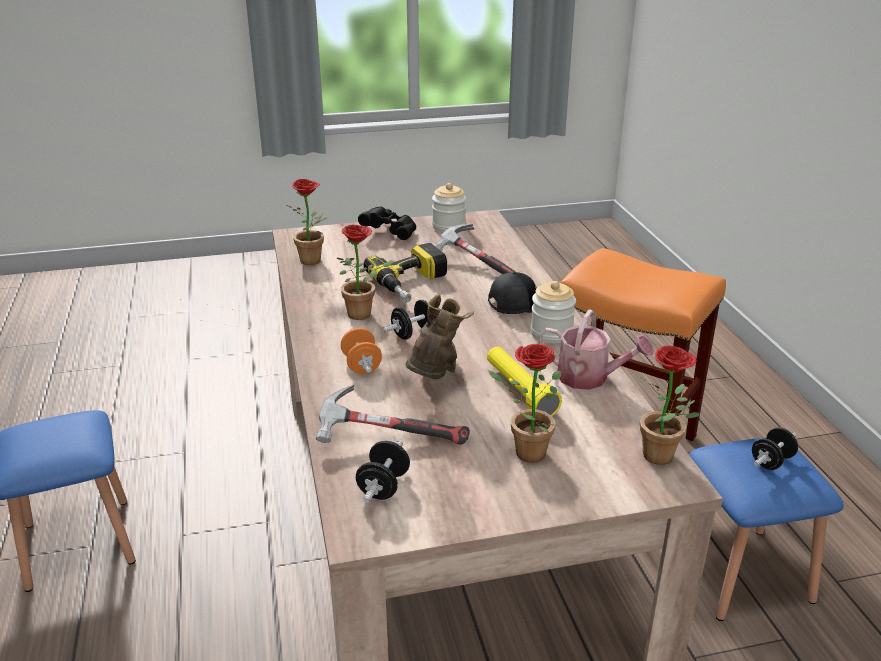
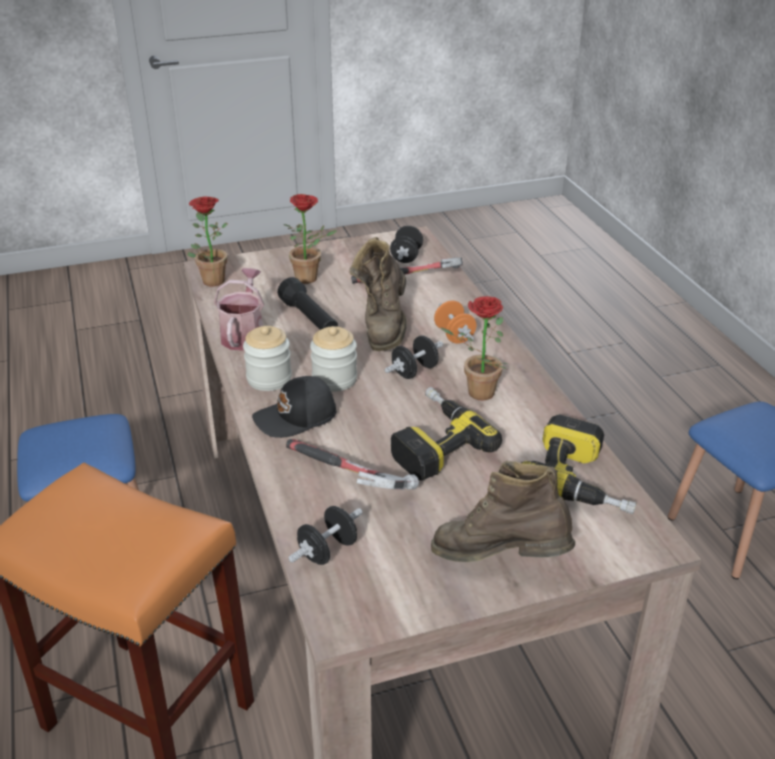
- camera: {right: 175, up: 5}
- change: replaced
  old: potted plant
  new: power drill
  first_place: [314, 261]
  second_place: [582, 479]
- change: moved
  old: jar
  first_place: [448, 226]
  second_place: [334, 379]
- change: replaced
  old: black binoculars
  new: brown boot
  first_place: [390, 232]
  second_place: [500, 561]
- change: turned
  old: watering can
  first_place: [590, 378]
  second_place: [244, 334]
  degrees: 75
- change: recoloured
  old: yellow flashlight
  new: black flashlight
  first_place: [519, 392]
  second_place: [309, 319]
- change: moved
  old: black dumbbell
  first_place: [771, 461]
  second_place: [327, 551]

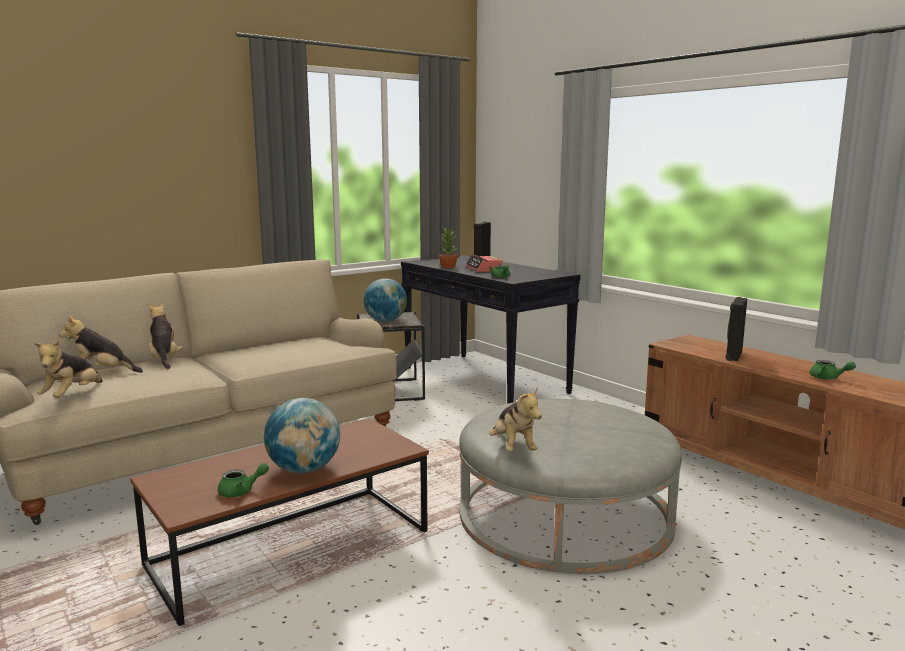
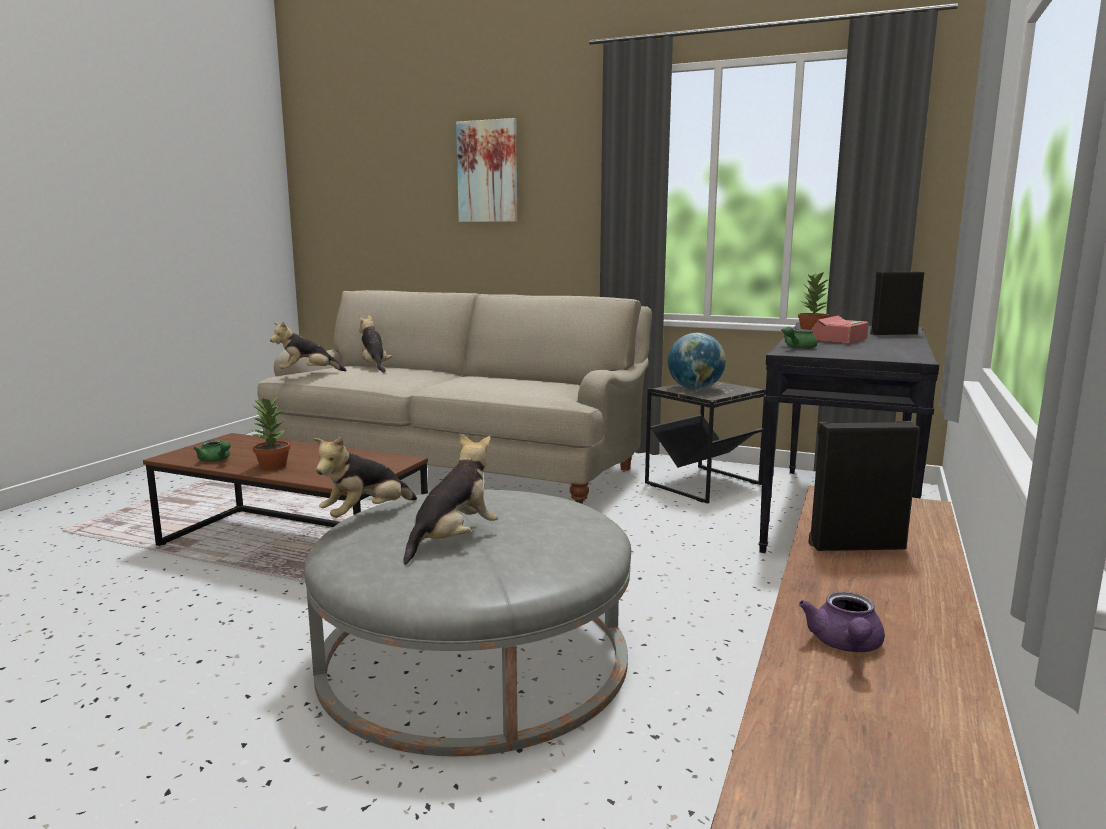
- camera: {right: 60, up: 0}
- change: moved
  old: plush toy
  first_place: [164, 359]
  second_place: [453, 540]
- change: recoloured
  old: green teapot
  new: purple teapot
  first_place: [828, 378]
  second_place: [845, 645]
- change: replaced
  old: globe
  new: potted plant
  first_place: [304, 470]
  second_place: [272, 466]
- change: added
  new: picture
  second_place: [488, 171]

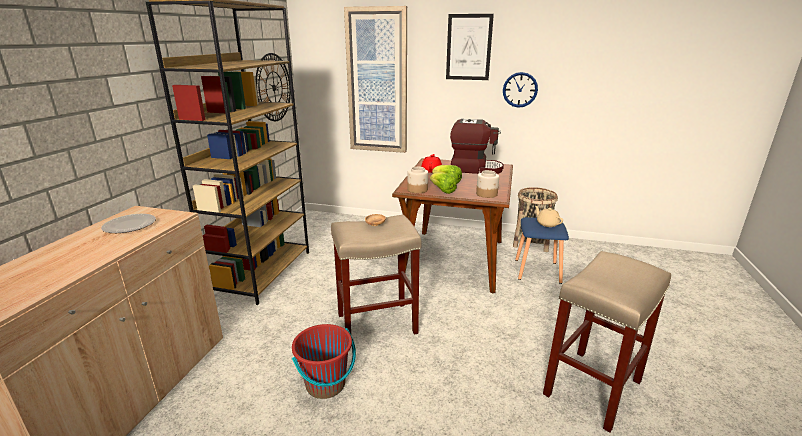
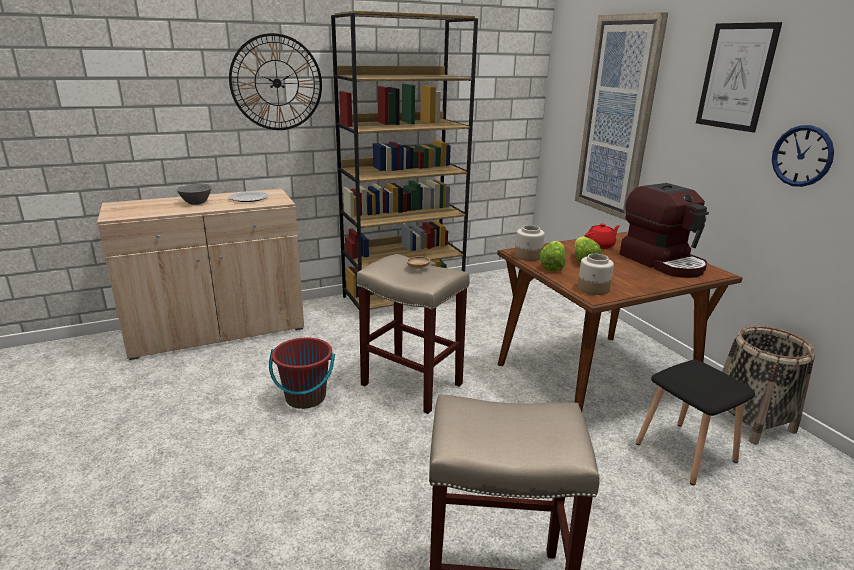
- camera: {right: 50, up: 0}
- change: moved
  old: wall clock
  first_place: [273, 87]
  second_place: [276, 83]
- change: removed
  old: beige teapot
  first_place: [547, 224]
- change: recoloured
  old: blue stool
  new: black stool
  first_place: [538, 271]
  second_place: [685, 453]
- change: added
  new: grey bowl
  second_place: [195, 202]

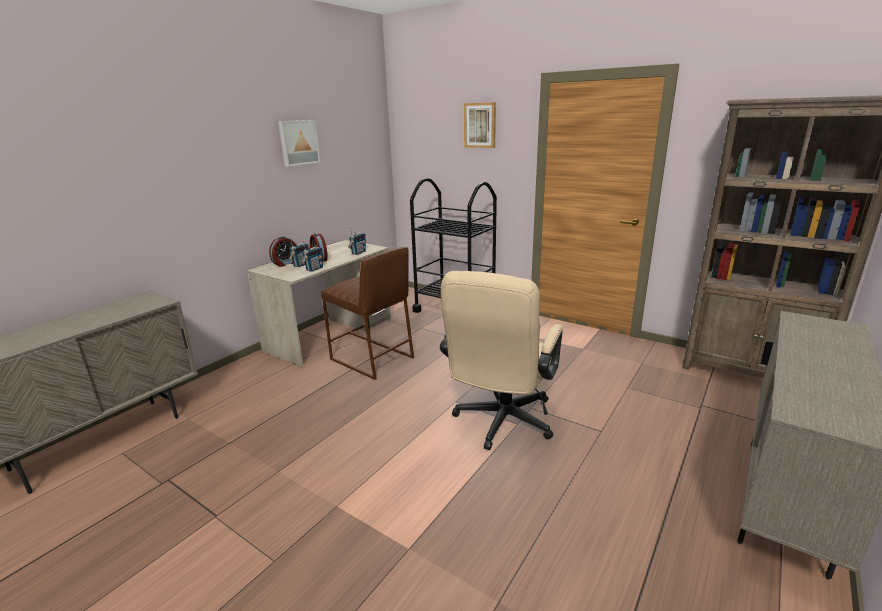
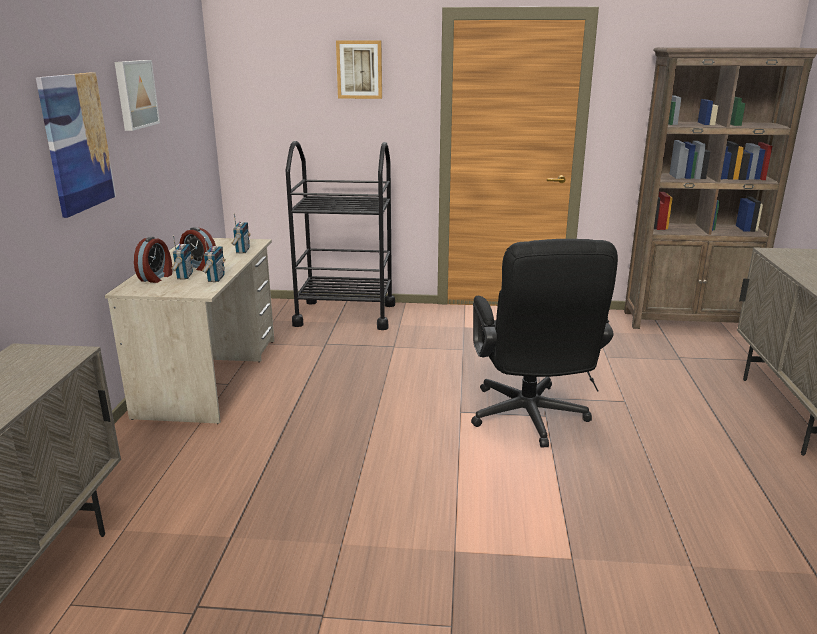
- camera: {right: -30, up: 0}
- change: removed
  old: brown stool
  first_place: [371, 359]
- change: recoloured
  old: beige office chair
  new: black office chair
  first_place: [501, 423]
  second_place: [530, 420]
- change: added
  new: picture
  second_place: [77, 142]

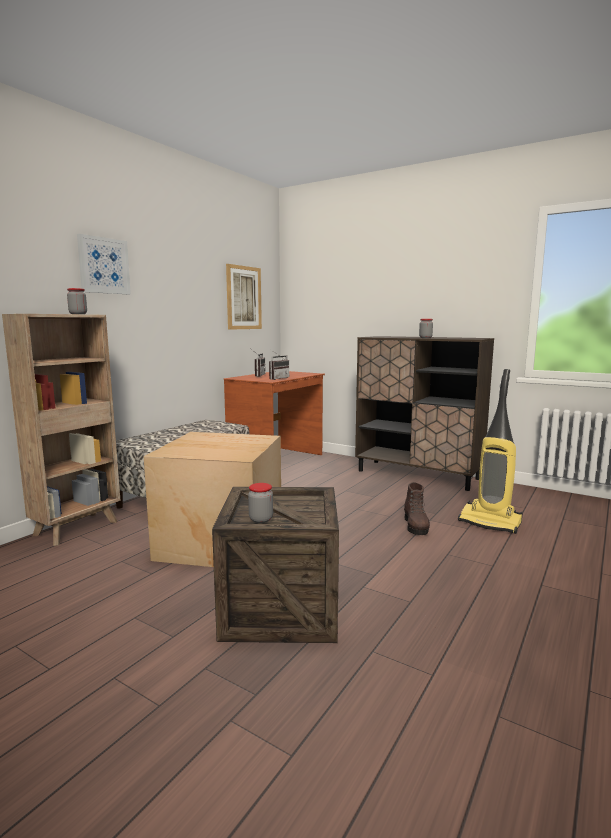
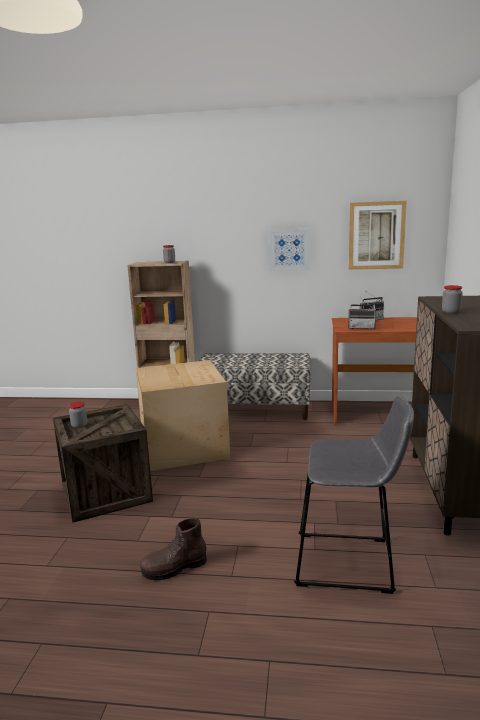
- camera: {right: 65, up: 5}
- change: moved
  old: picture
  first_place: [103, 265]
  second_place: [289, 249]
- change: replaced
  old: vacuum cleaner
  new: grey stool
  first_place: [490, 522]
  second_place: [350, 563]
- change: moved
  old: brown boot
  first_place: [416, 526]
  second_place: [174, 568]

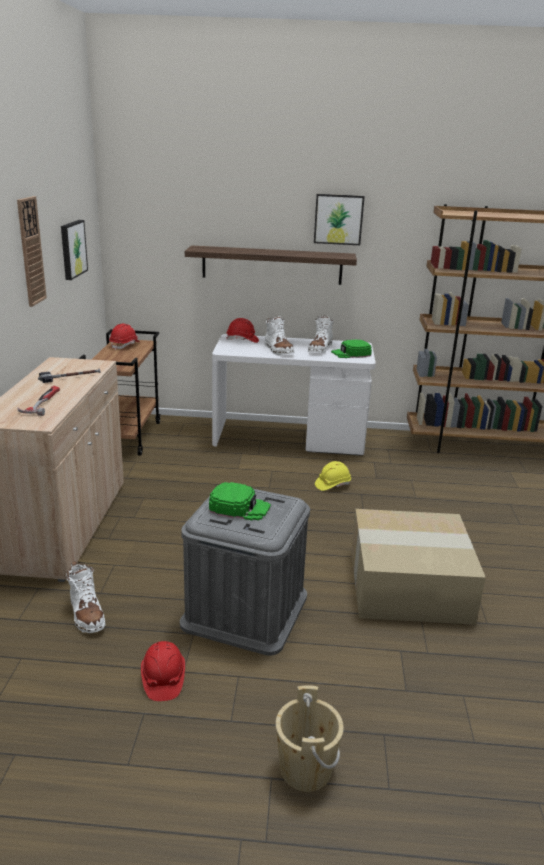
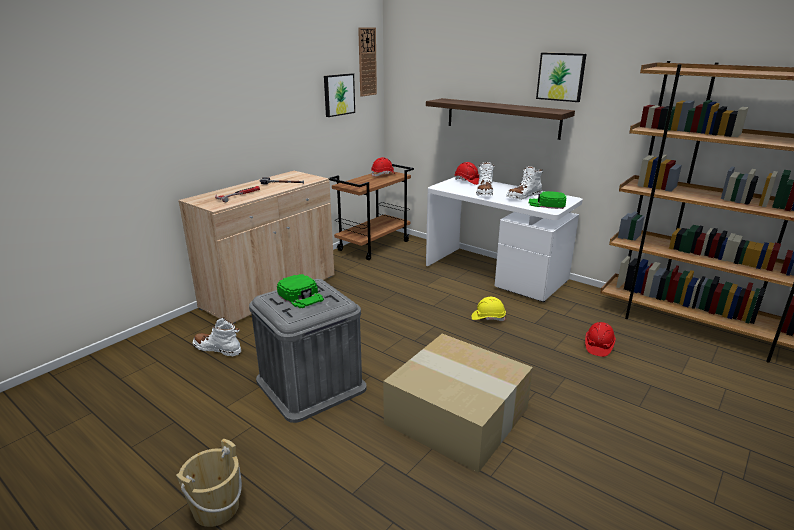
- camera: {right: 35, up: 0}
- change: moved
  old: wall clock
  first_place: [31, 251]
  second_place: [367, 62]
- change: turned
  old: white boot
  first_place: [86, 614]
  second_place: [218, 349]
  degrees: 105
- change: moved
  old: red hard hat
  first_place: [163, 679]
  second_place: [598, 346]

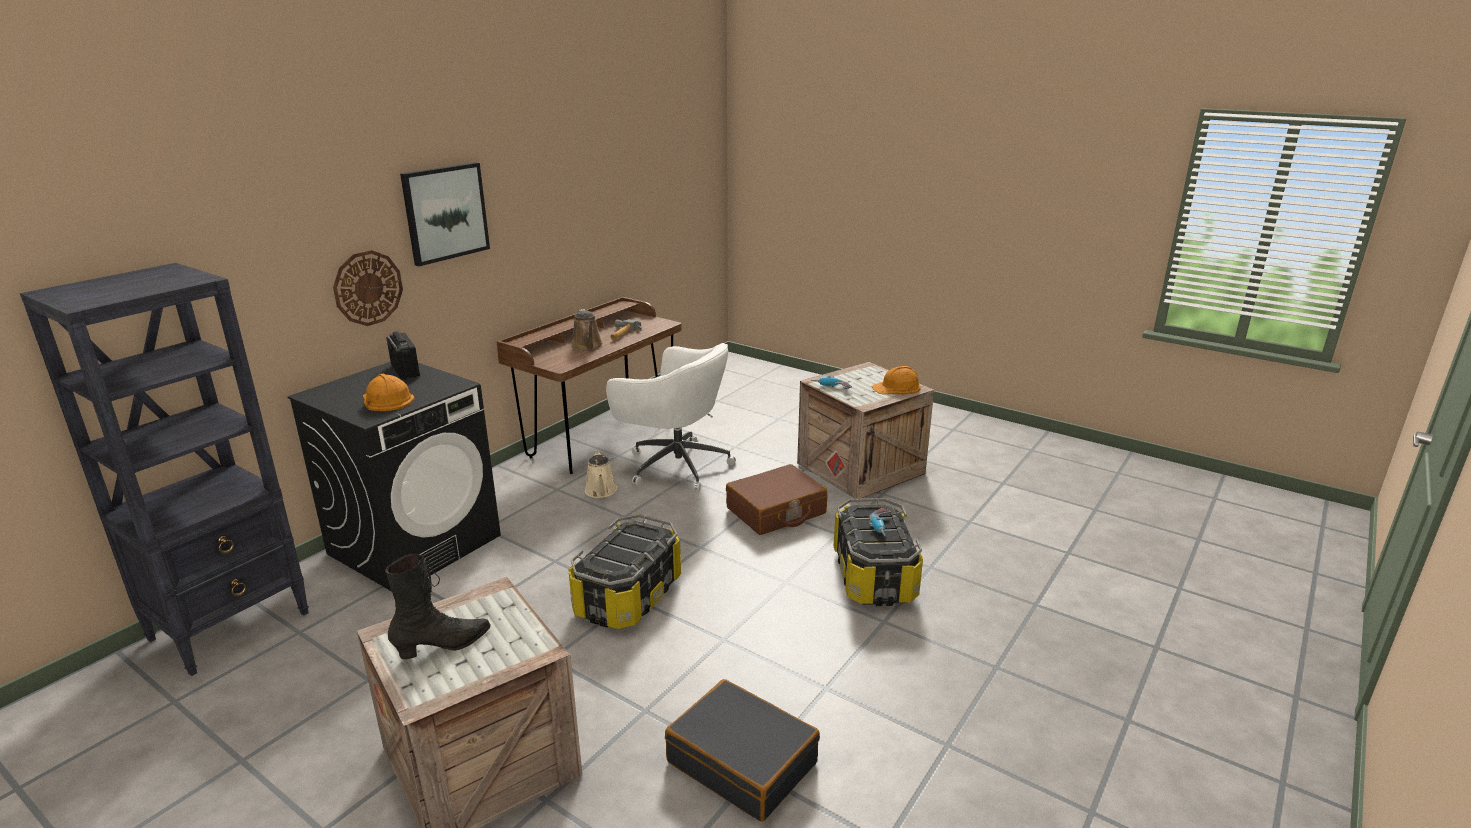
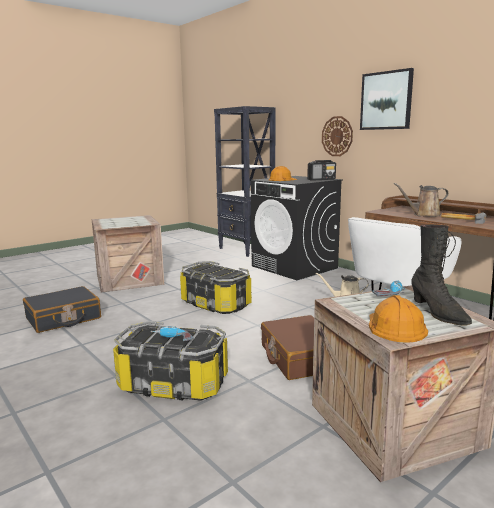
- camera: {right: 105, up: -10}
- change: moved
  old: black boot
  first_place: [443, 646]
  second_place: [438, 313]

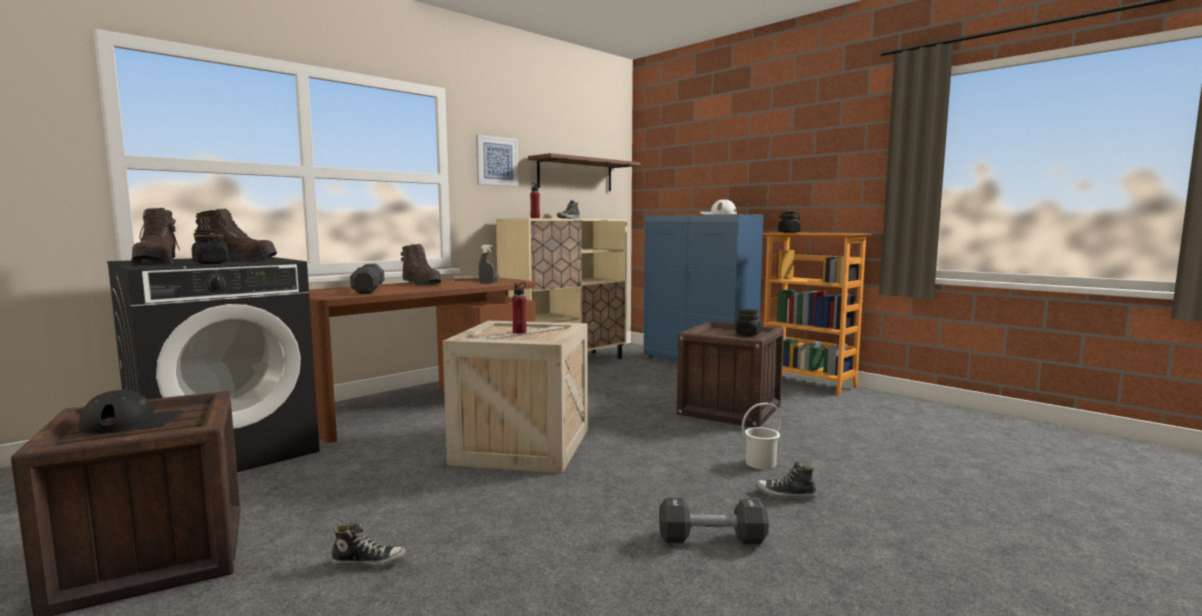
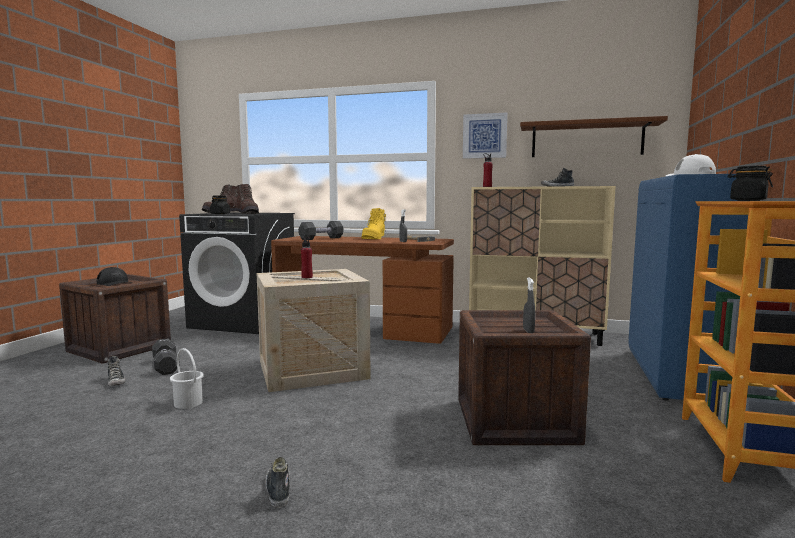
- camera: {right: 60, up: 0}
- change: recoloured
  old: brown boot
  new: yellow boot
  first_place: [422, 283]
  second_place: [374, 238]
- change: replaced
  old: black jar
  new: grey spray bottle
  first_place: [748, 334]
  second_place: [528, 331]
- change: moved
  old: white bucket
  first_place: [761, 463]
  second_place: [188, 403]
- change: moved
  old: black dumbbell
  first_place: [712, 539]
  second_place: [166, 366]

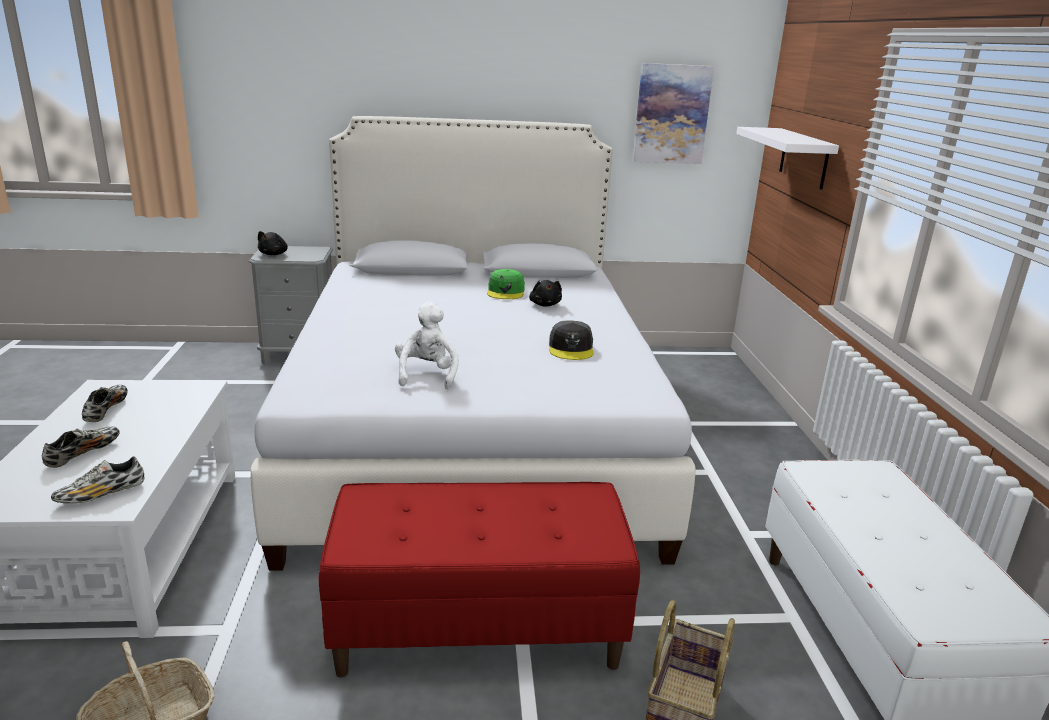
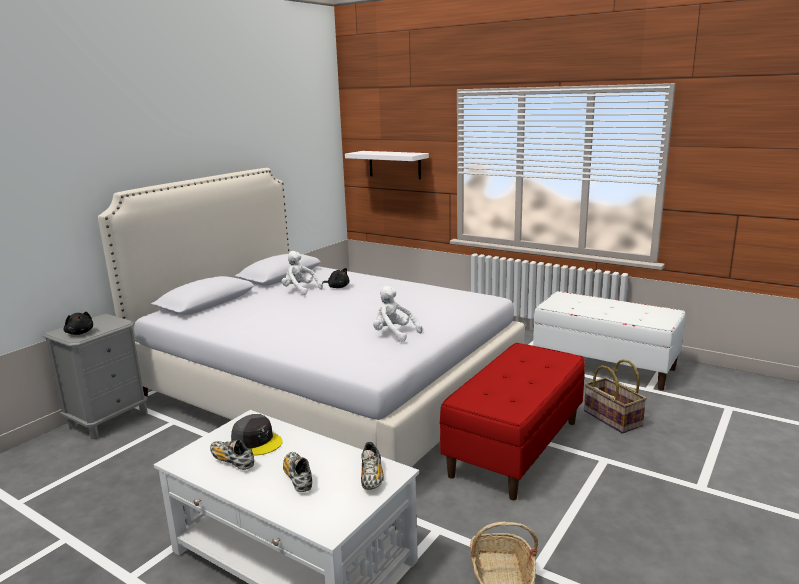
- camera: {right: -50, up: -5}
- change: removed
  old: picture
  first_place: [671, 114]
- change: replaced
  old: green cap
  new: white plush toy
  first_place: [506, 292]
  second_place: [300, 290]
- change: moved
  old: grey cap
  first_place: [571, 348]
  second_place: [257, 441]

